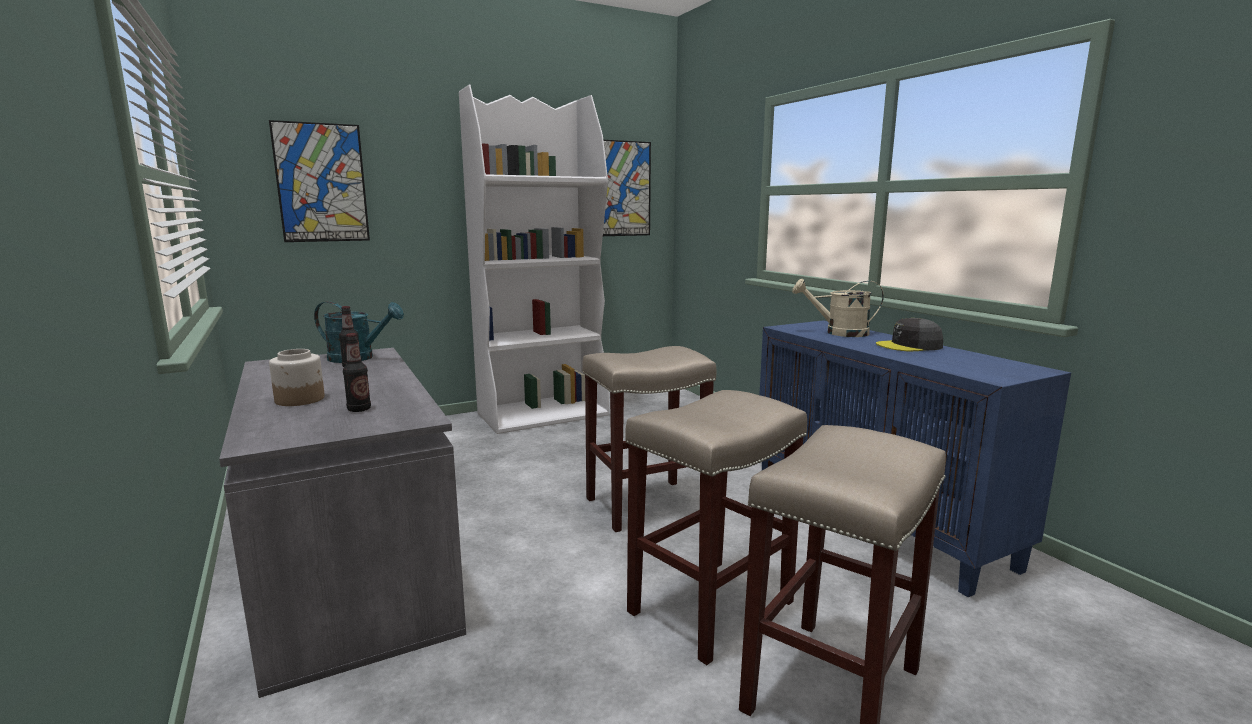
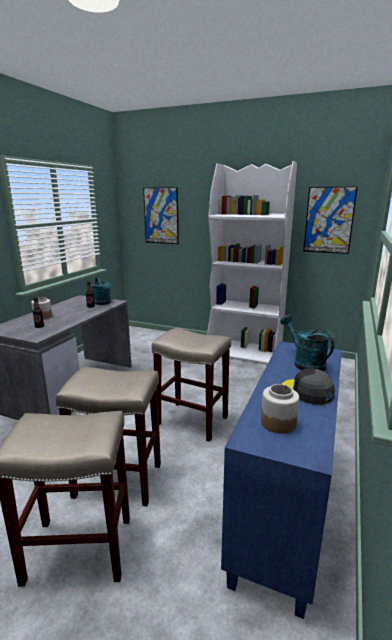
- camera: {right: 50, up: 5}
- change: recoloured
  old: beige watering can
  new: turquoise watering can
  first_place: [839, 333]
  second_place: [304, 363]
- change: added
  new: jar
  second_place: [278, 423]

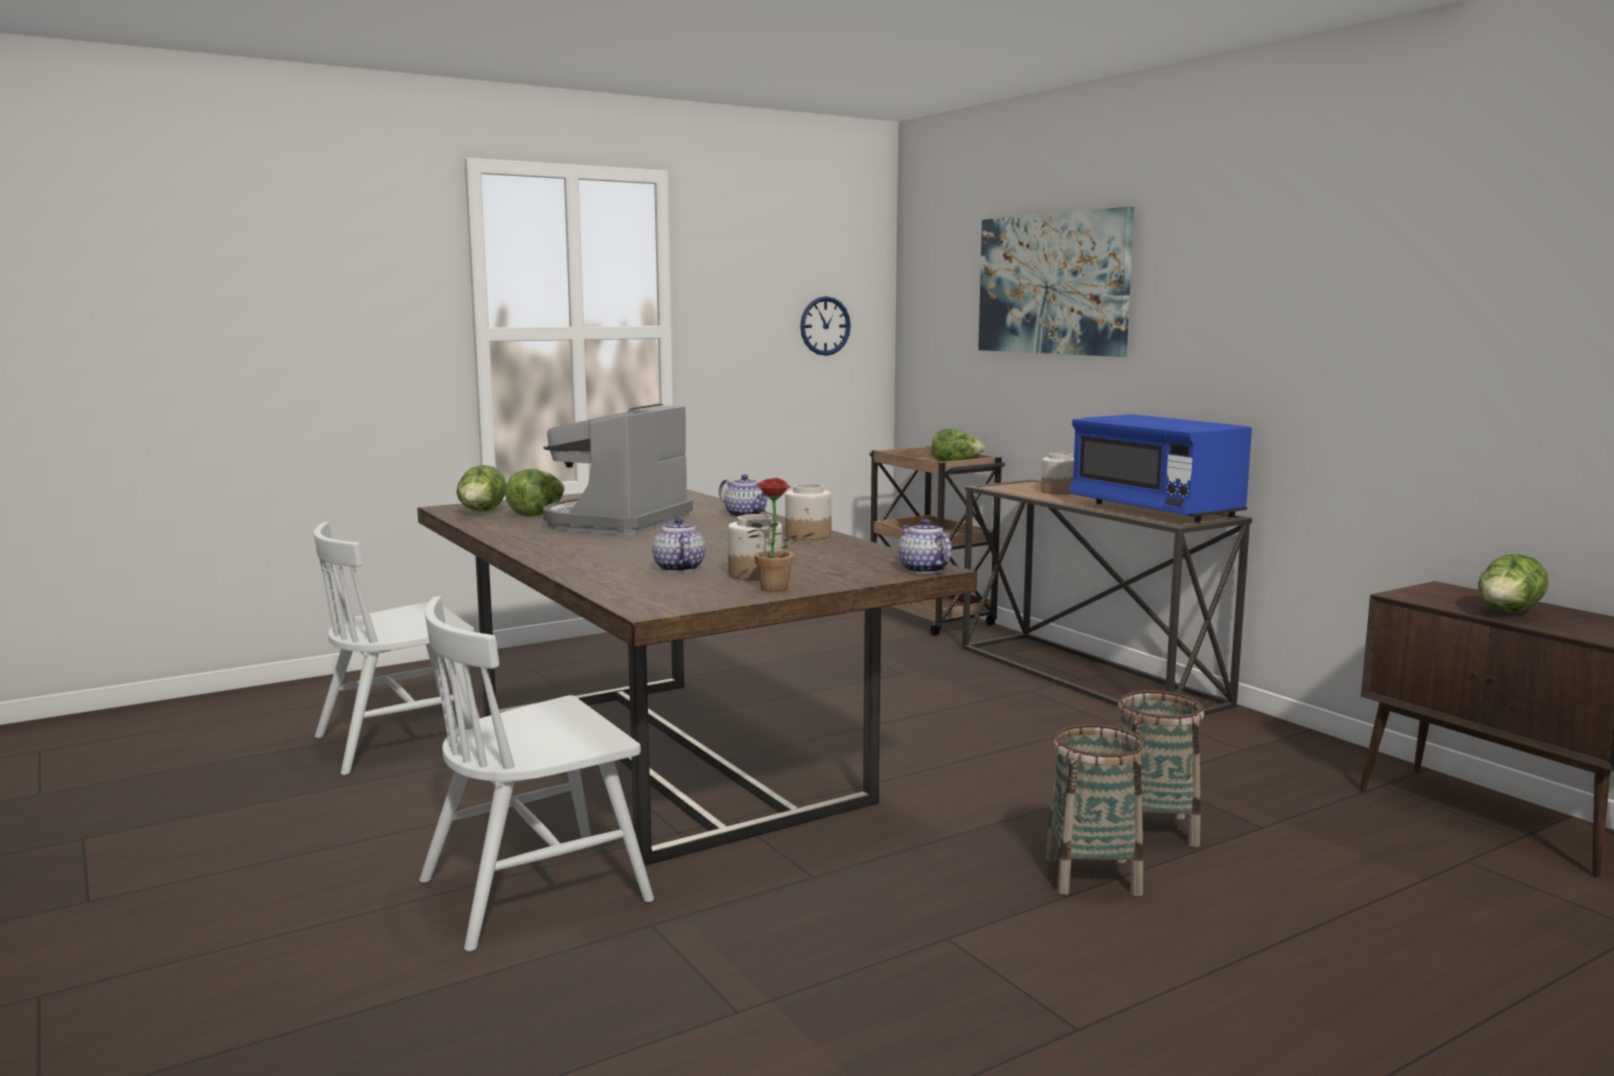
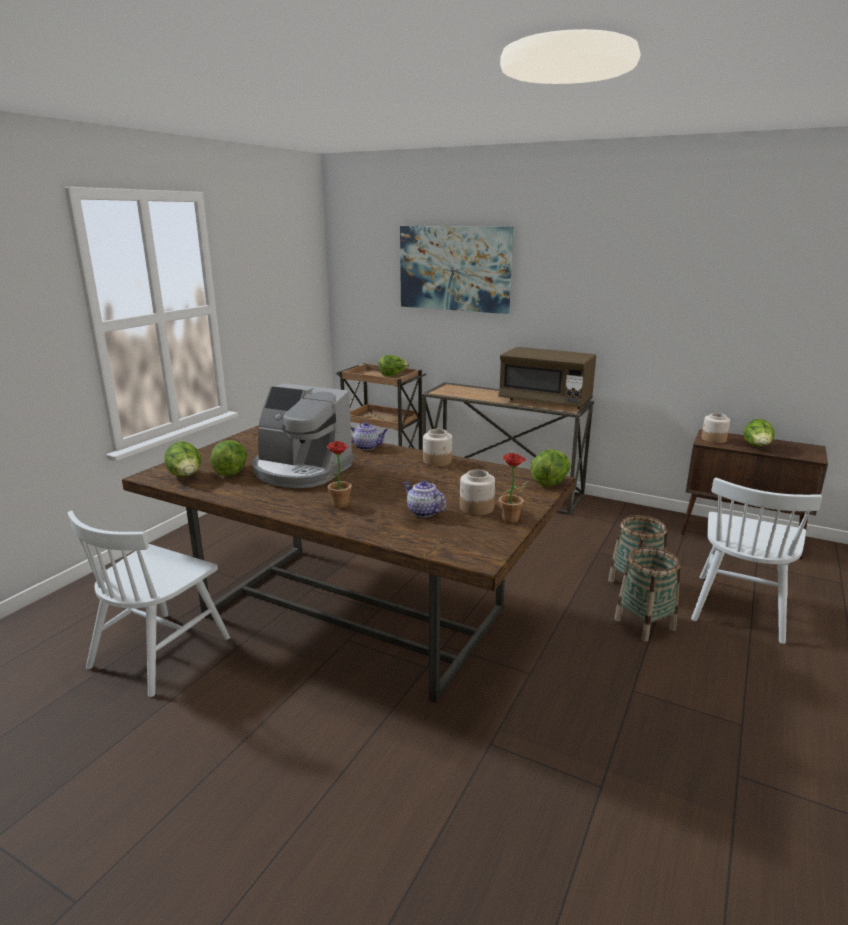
- camera: {right: -30, up: 10}
- change: removed
  old: wall clock
  first_place: [825, 326]
- change: turned
  old: coffee machine
  first_place: [616, 523]
  second_place: [301, 470]
  degrees: -60
- change: recoloured
  old: blue microwave
  new: brown microwave
  first_place: [1155, 510]
  second_place: [545, 401]
- change: moved
  old: jar
  first_place: [1058, 492]
  second_place: [713, 439]
- change: replaced
  old: teapot
  new: lettuce
  first_place: [923, 569]
  second_place: [550, 482]
- change: moved
  old: white chair
  first_place: [536, 889]
  second_place: [739, 607]
- change: added
  new: potted plant
  second_place: [341, 506]

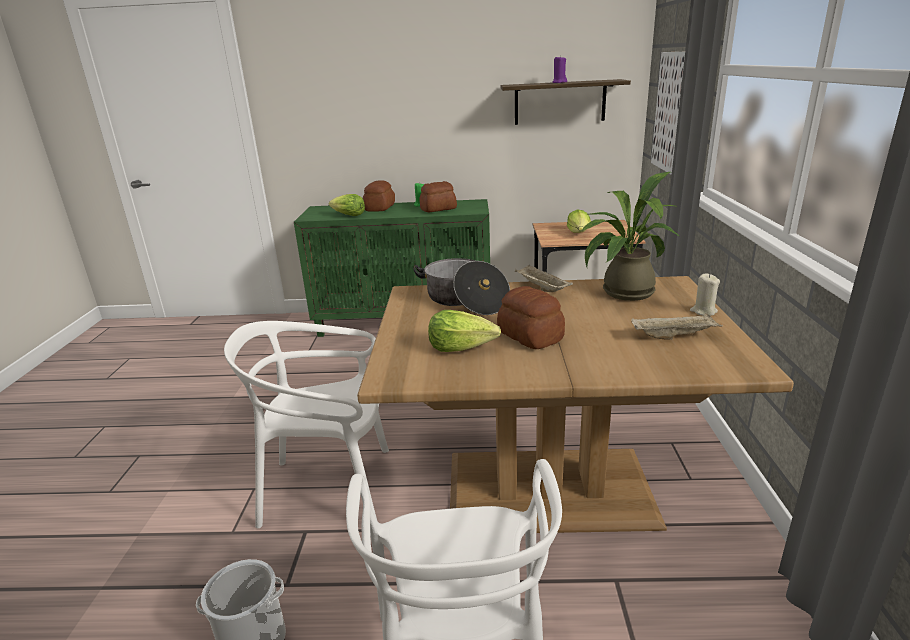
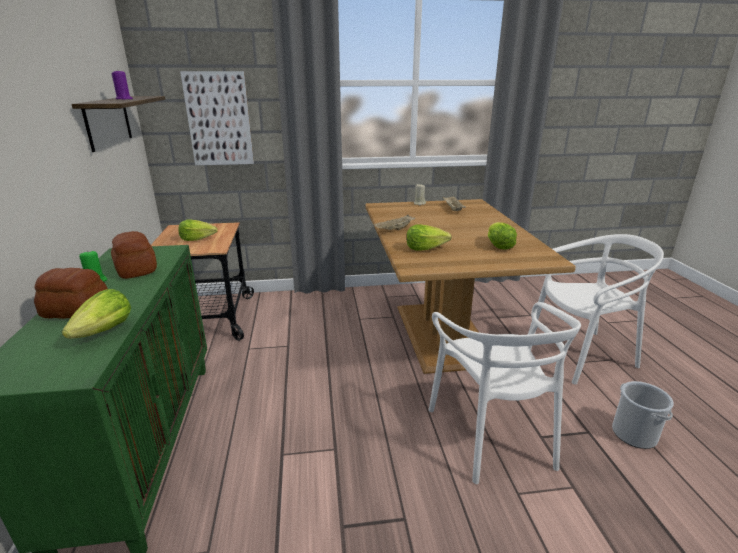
- camera: {right: -100, up: 0}
- change: removed
  old: potted plant
  first_place: [622, 293]
- change: replaced
  old: cooking pot
  new: lettuce
  first_place: [464, 300]
  second_place: [425, 248]
- change: removed
  old: bread
  first_place: [530, 335]

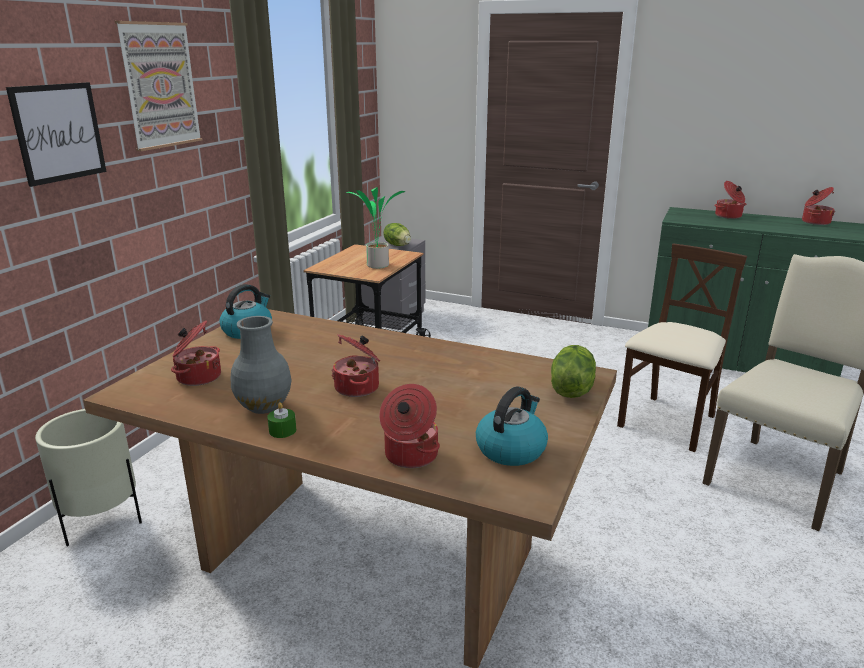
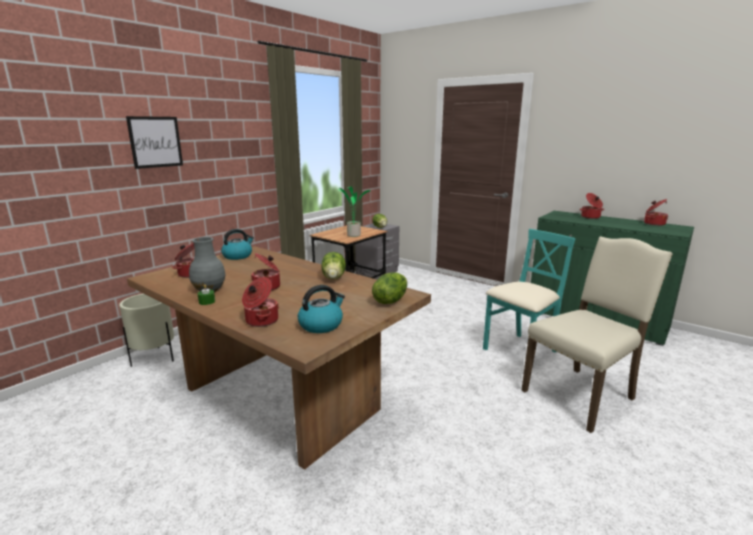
- camera: {right: 15, up: -5}
- change: removed
  old: picture
  first_place: [160, 85]
- change: recoloured
  old: beige chair
  new: turquoise chair
  first_place: [668, 422]
  second_place: [520, 351]
- change: added
  new: lettuce
  second_place: [334, 277]

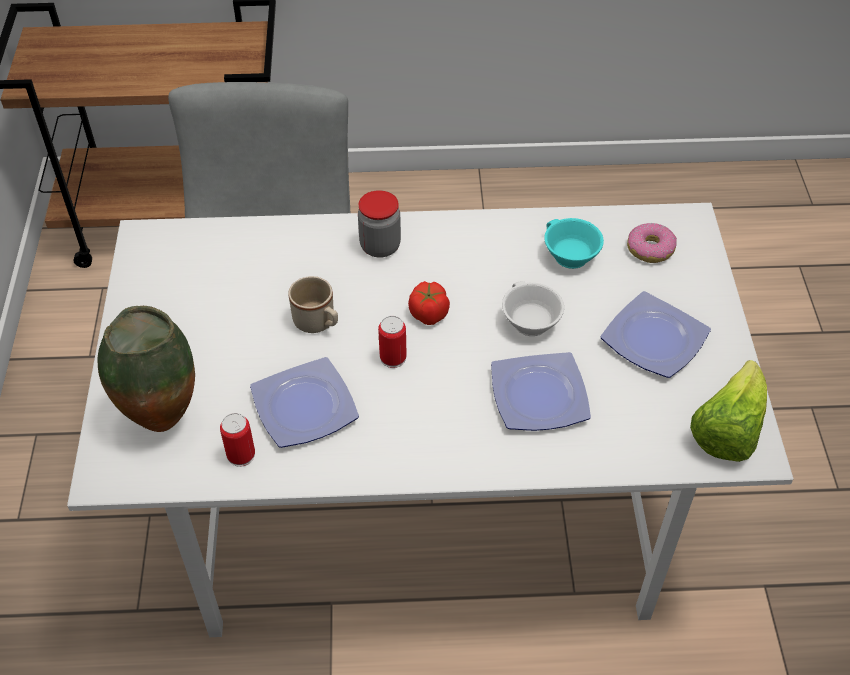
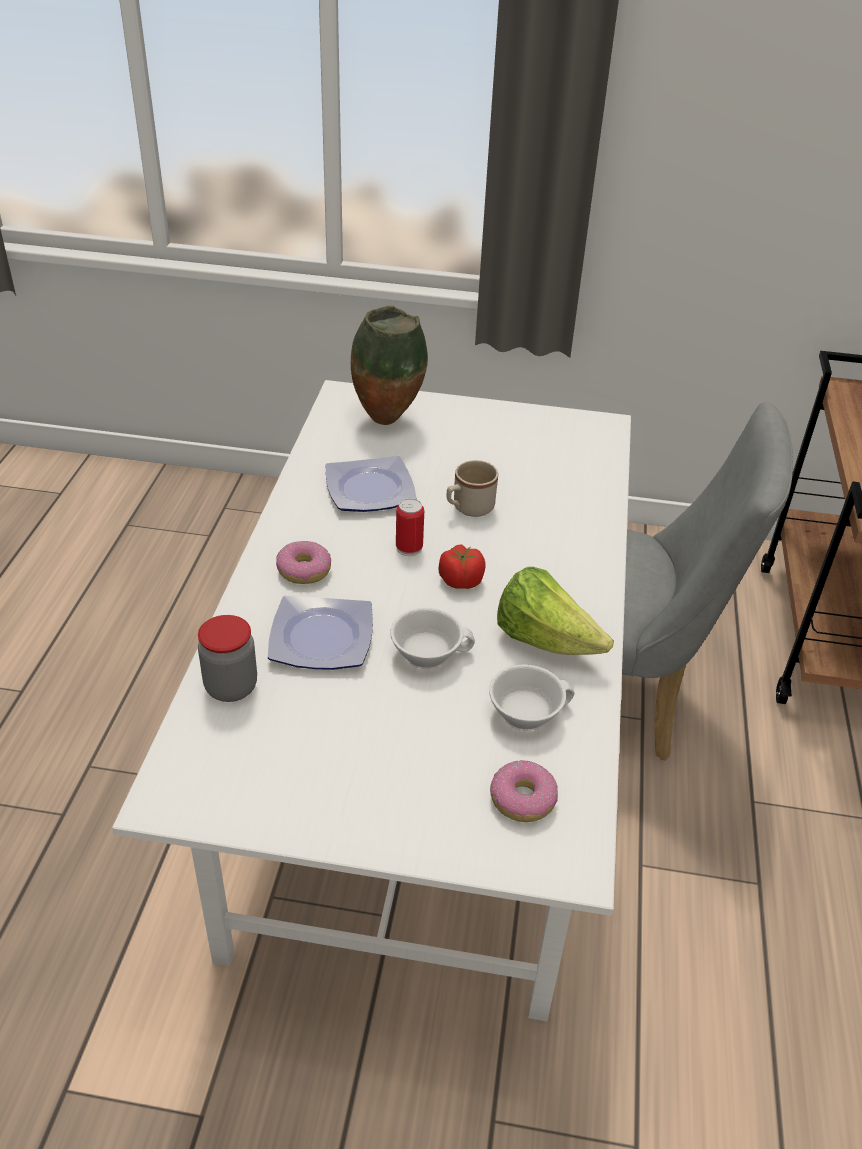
- camera: {right: 100, up: -10}
- change: moved
  old: jar
  first_place: [380, 246]
  second_place: [231, 687]
- change: recoloured
  old: turquoise cup
  new: white cup
  first_place: [568, 256]
  second_place: [525, 711]
- change: removed
  old: plate
  first_place: [654, 341]
- change: moved
  old: lettuce
  first_place: [726, 431]
  second_place: [545, 640]
- change: removed
  old: can
  first_place: [241, 455]
- change: added
  new: donut
  second_place: [303, 570]

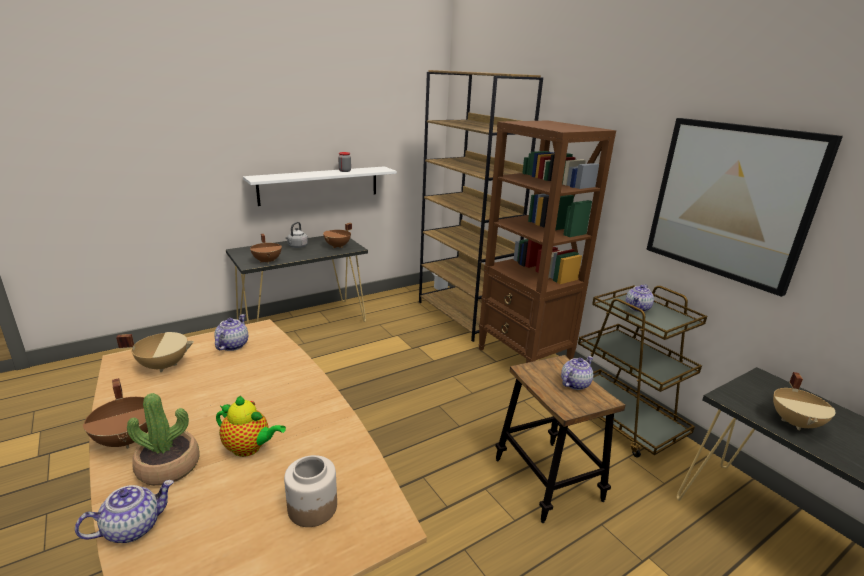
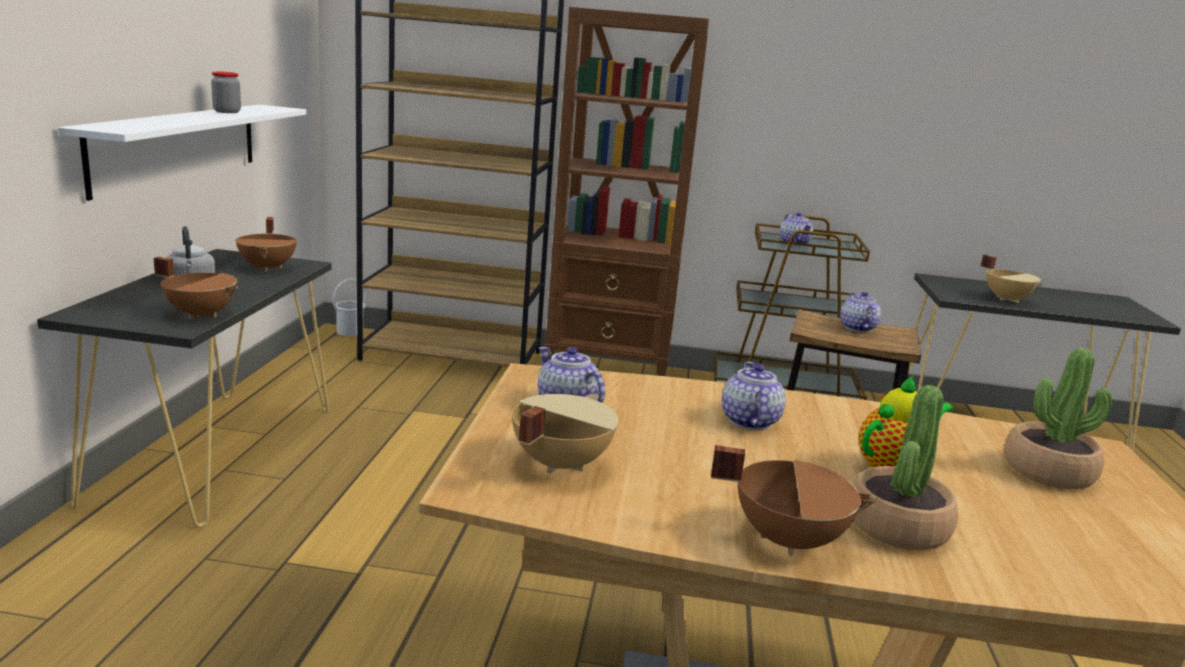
- camera: {right: -50, up: -5}
- change: removed
  old: picture
  first_place: [730, 201]
- change: replaced
  old: jar
  new: potted plant
  first_place: [312, 507]
  second_place: [1048, 472]
- change: moved
  old: teapot
  first_place: [133, 527]
  second_place: [748, 421]

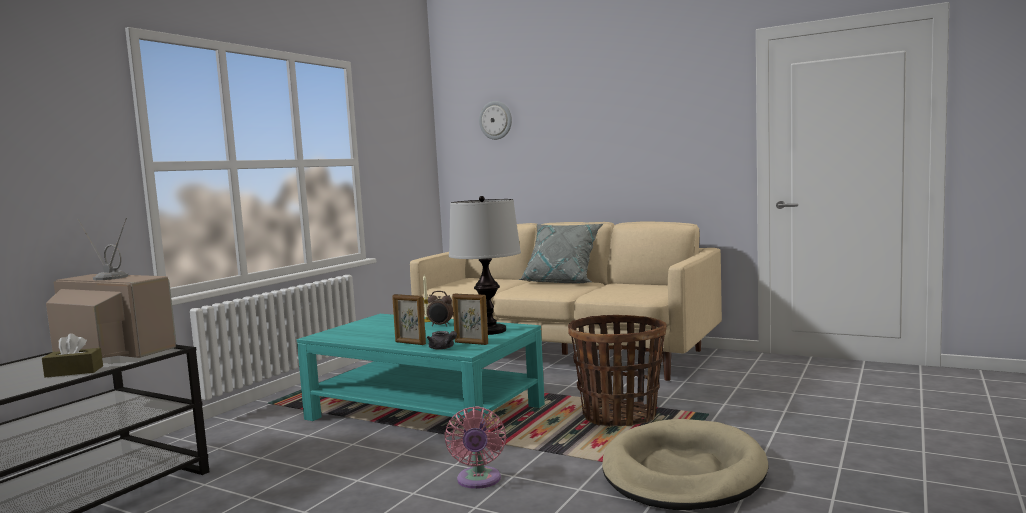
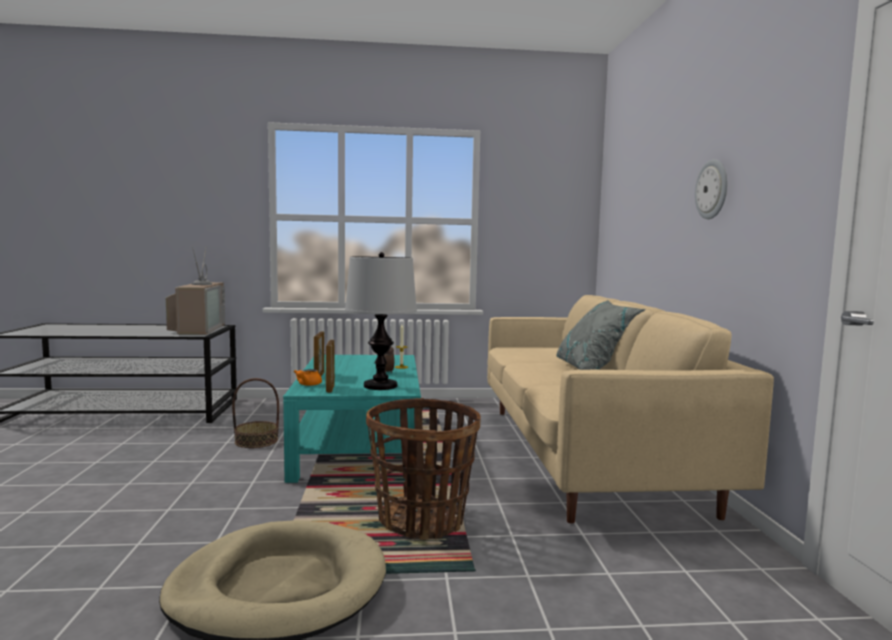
- camera: {right: 55, up: 0}
- change: moved
  old: wall clock
  first_place: [496, 120]
  second_place: [712, 189]
- change: recoloured
  old: grey teapot
  new: orange teapot
  first_place: [443, 348]
  second_place: [307, 385]
- change: removed
  old: brown tissue box
  first_place: [74, 371]
- change: removed
  old: pink fan
  first_place: [478, 481]
- change: added
  new: basket
  second_place: [256, 441]

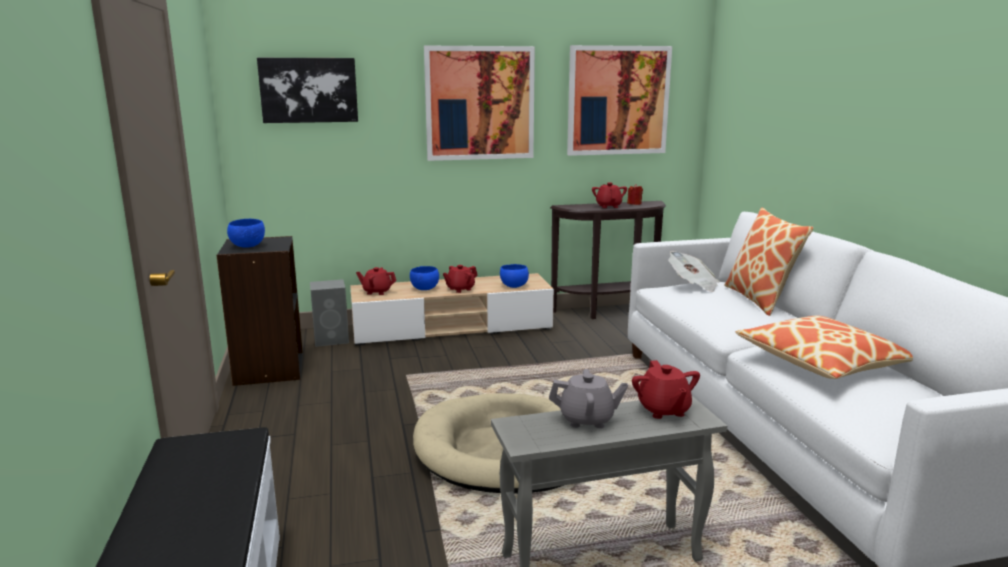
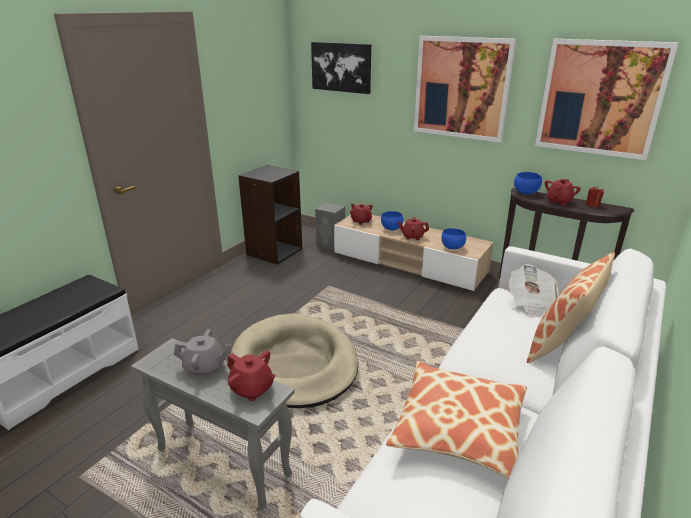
- camera: {right: 45, up: 10}
- change: moved
  old: blue bowl
  first_place: [248, 246]
  second_place: [526, 193]
- change: turned
  old: red teapot
  first_place: [663, 410]
  second_place: [252, 389]
  degrees: -90
- change: turned
  old: grey teapot
  first_place: [587, 419]
  second_place: [205, 368]
  degrees: -45

